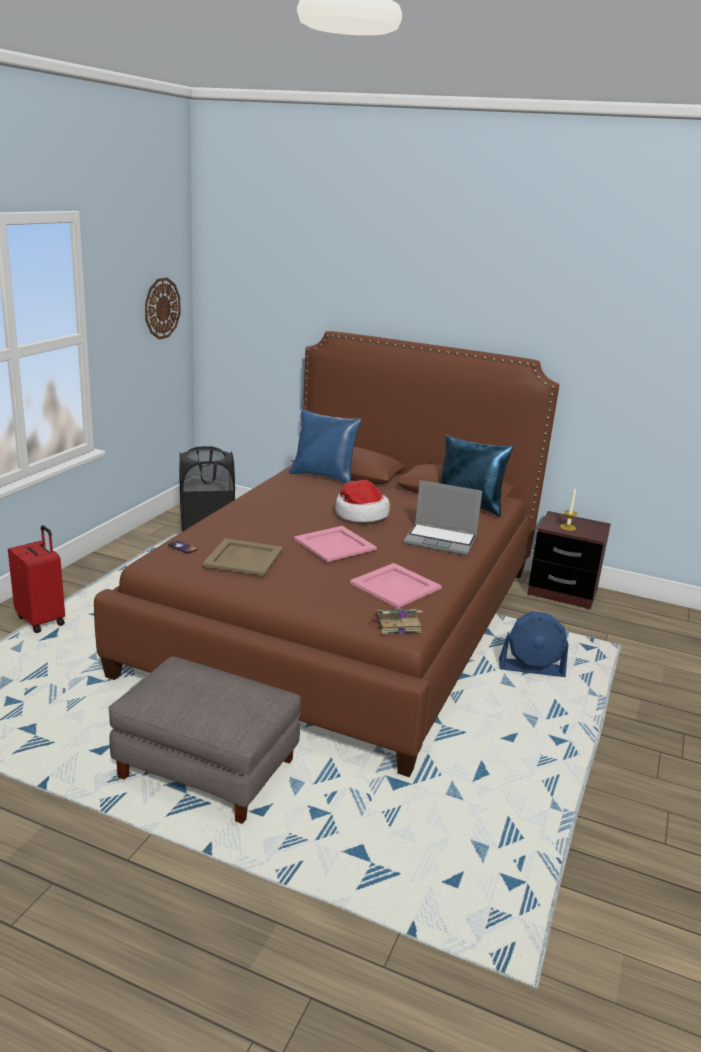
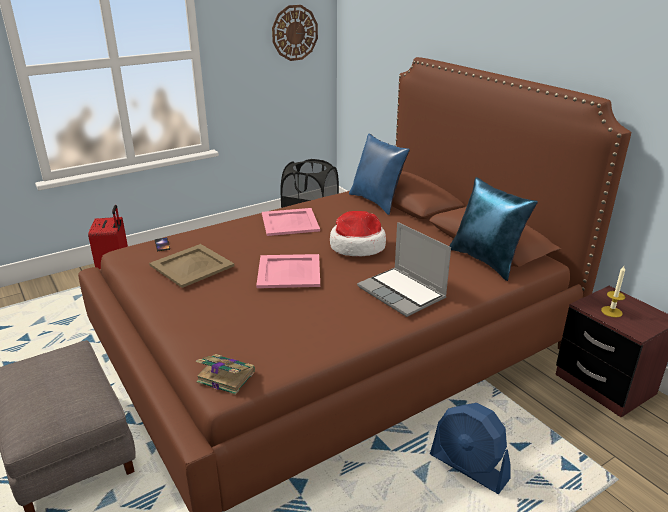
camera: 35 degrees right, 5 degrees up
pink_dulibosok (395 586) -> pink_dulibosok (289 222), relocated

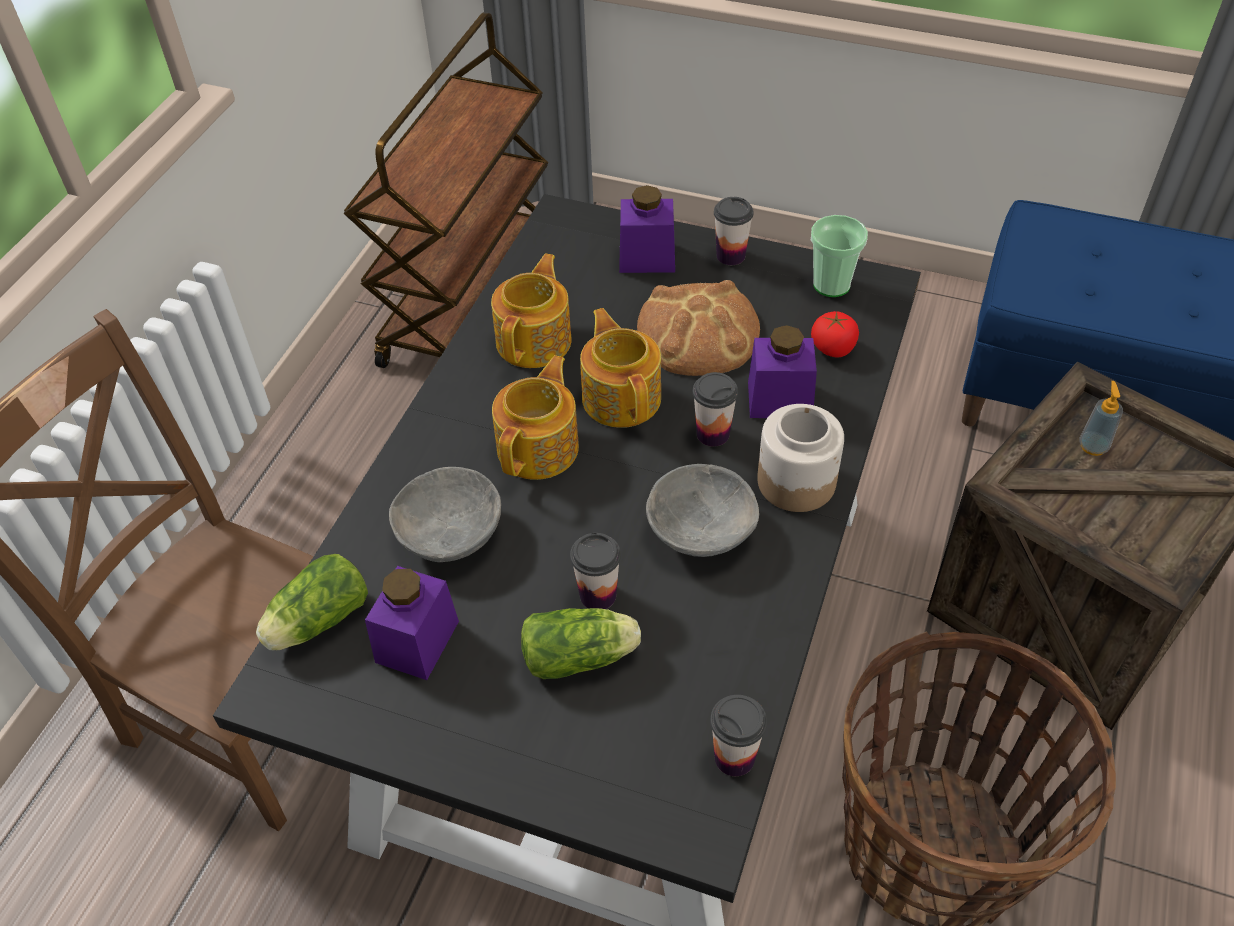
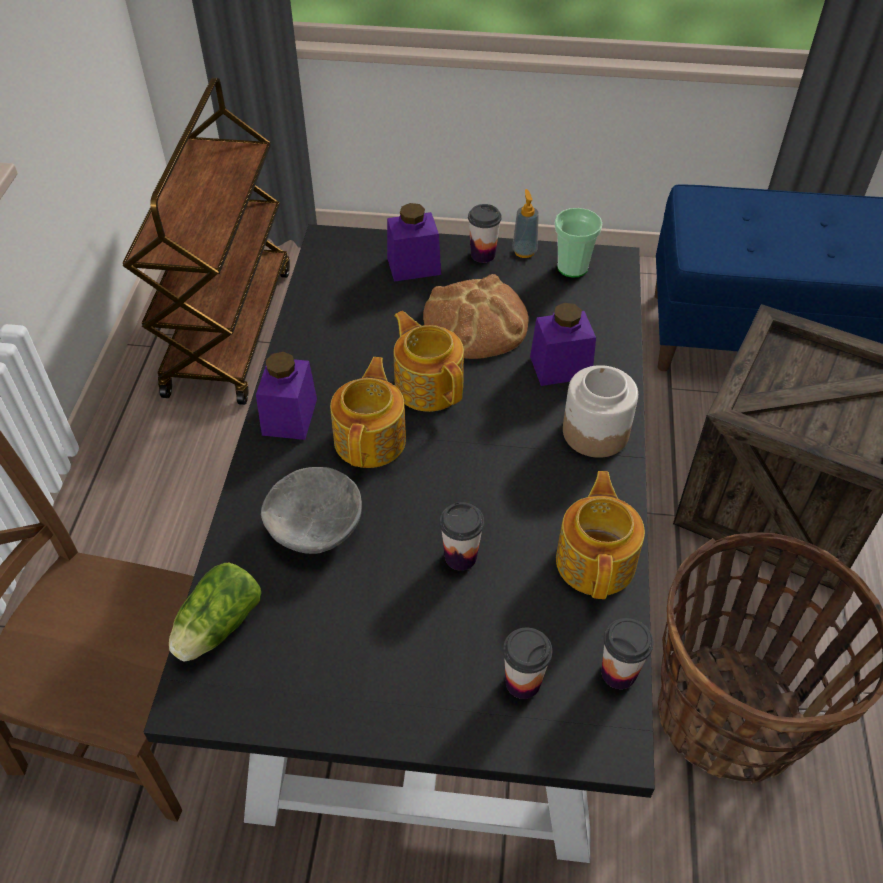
camera: 15 degrees left, 0 degrees up
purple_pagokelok (417 642) -> purple_pagokelok (289 417), relocated
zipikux (535 340) -> zipikux (596 560), relocated
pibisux (583 657) -> none
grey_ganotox (699 532) -> none
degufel (713 434) -> degufel (523 682), relocated
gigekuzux (833 348) -> none
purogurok (1093 446) -> purogurok (524 251), relocated

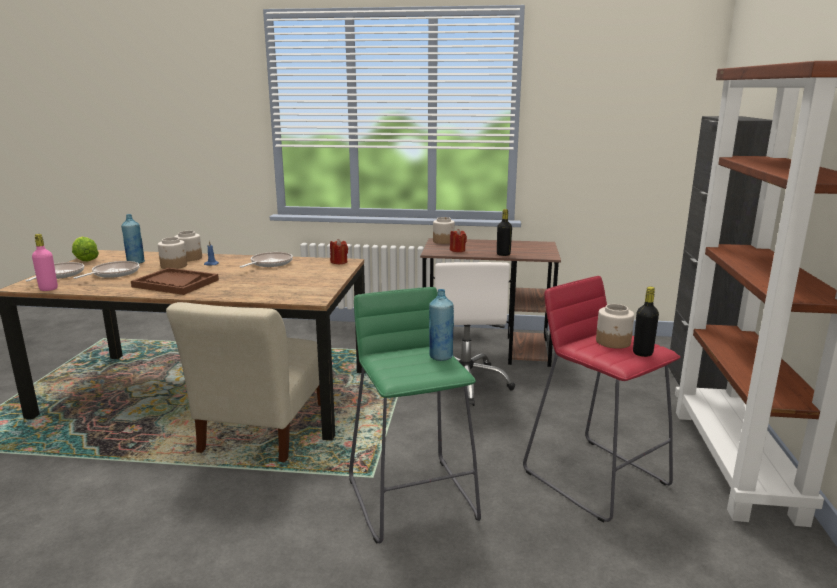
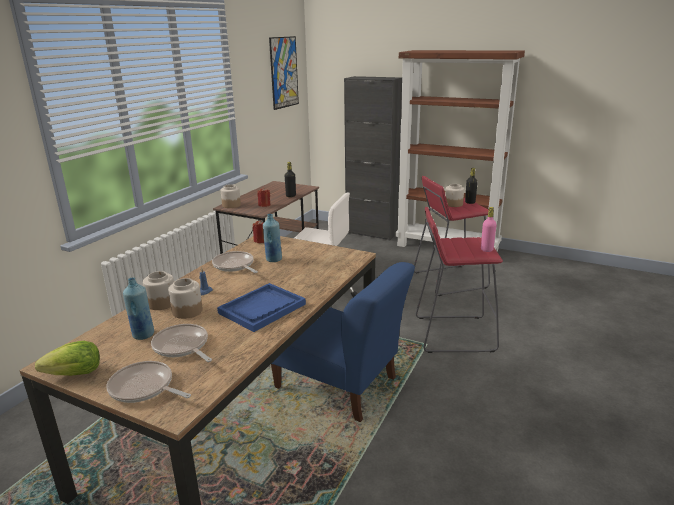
camera: 70 degrees left, 5 degrees up
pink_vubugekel (48 289) -> pink_vubugekel (487 249), relocated
brown_dulibosok (175 283) -> blue_dulibosok (262 309)
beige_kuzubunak (262 430) -> blue_kuzubunak (340 385)
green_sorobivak (413 497) -> red_sorobivak (453 333)
blue_vubugekel (441 356) -> blue_vubugekel (273 259), relocated
none -> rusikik (284 72)

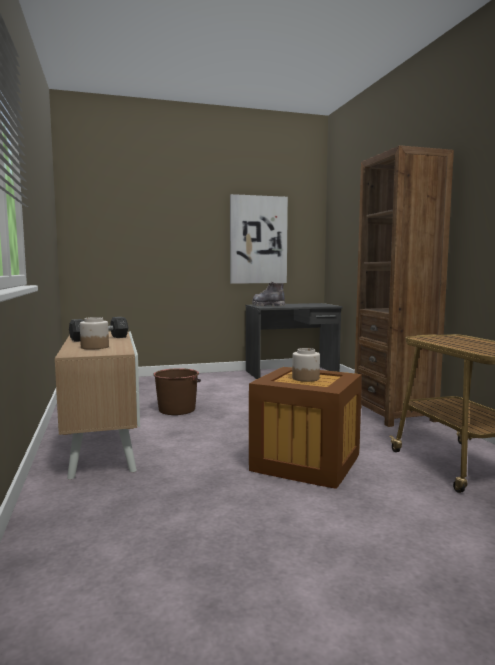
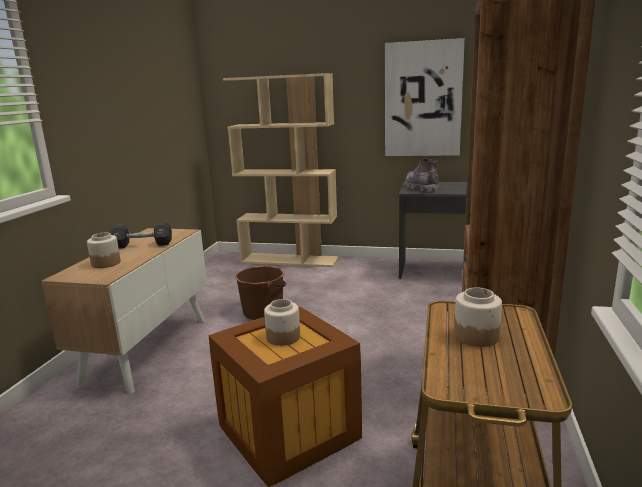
camera: 30 degrees right, 10 degrees up
none -> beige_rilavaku (290 260)
none -> pagokelok (476 336)

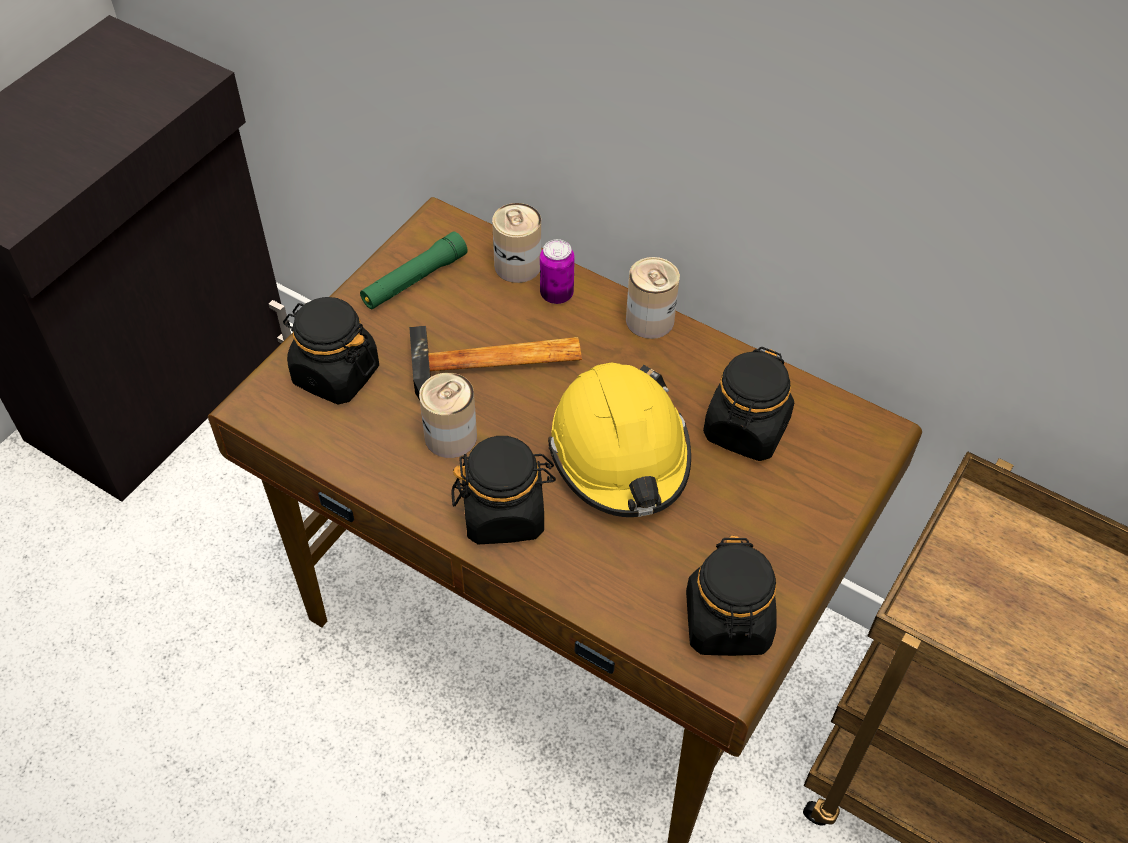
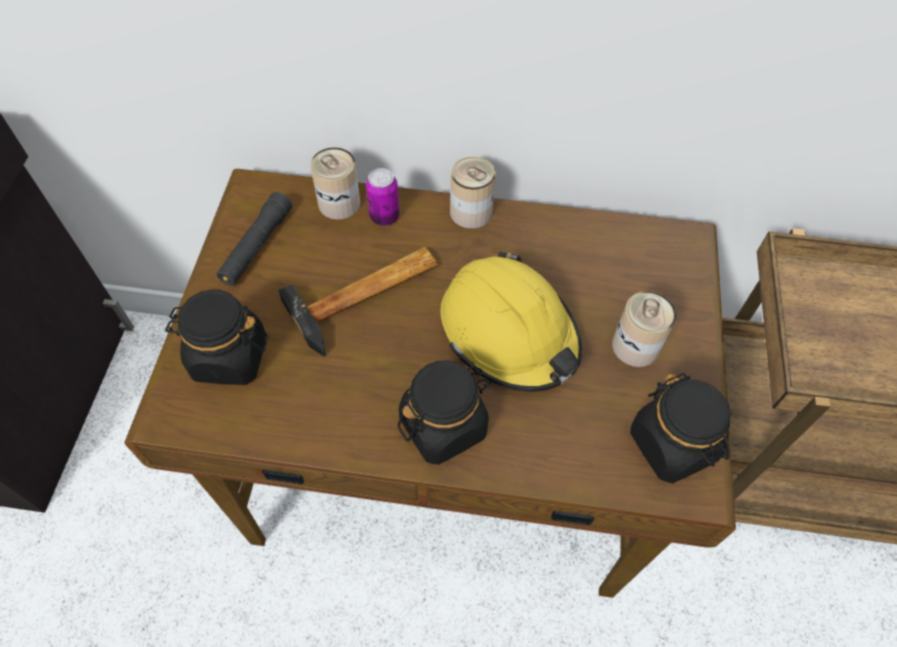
camera: 25 degrees left, 5 degrees up
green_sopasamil (414 280) -> black_sopasamil (256 246)
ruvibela (450 436) -> ruvibela (635 346), relocated
black_pagokelok (746 430) -> none

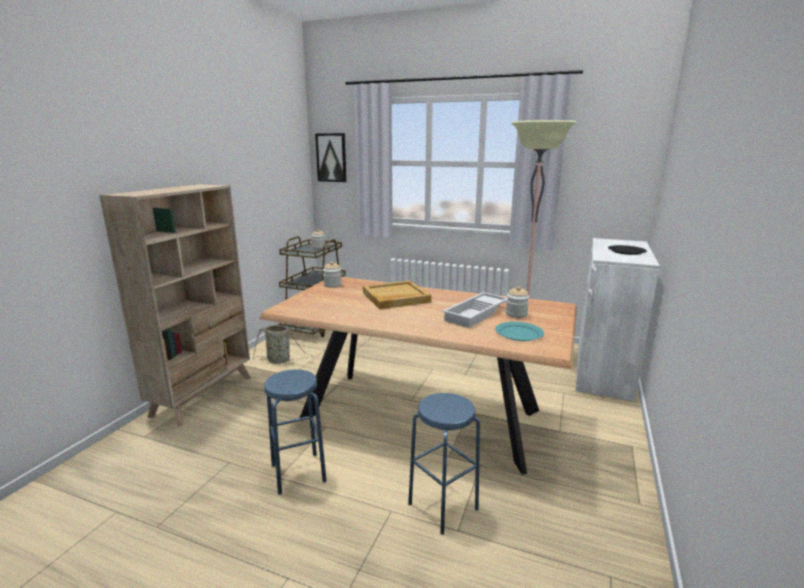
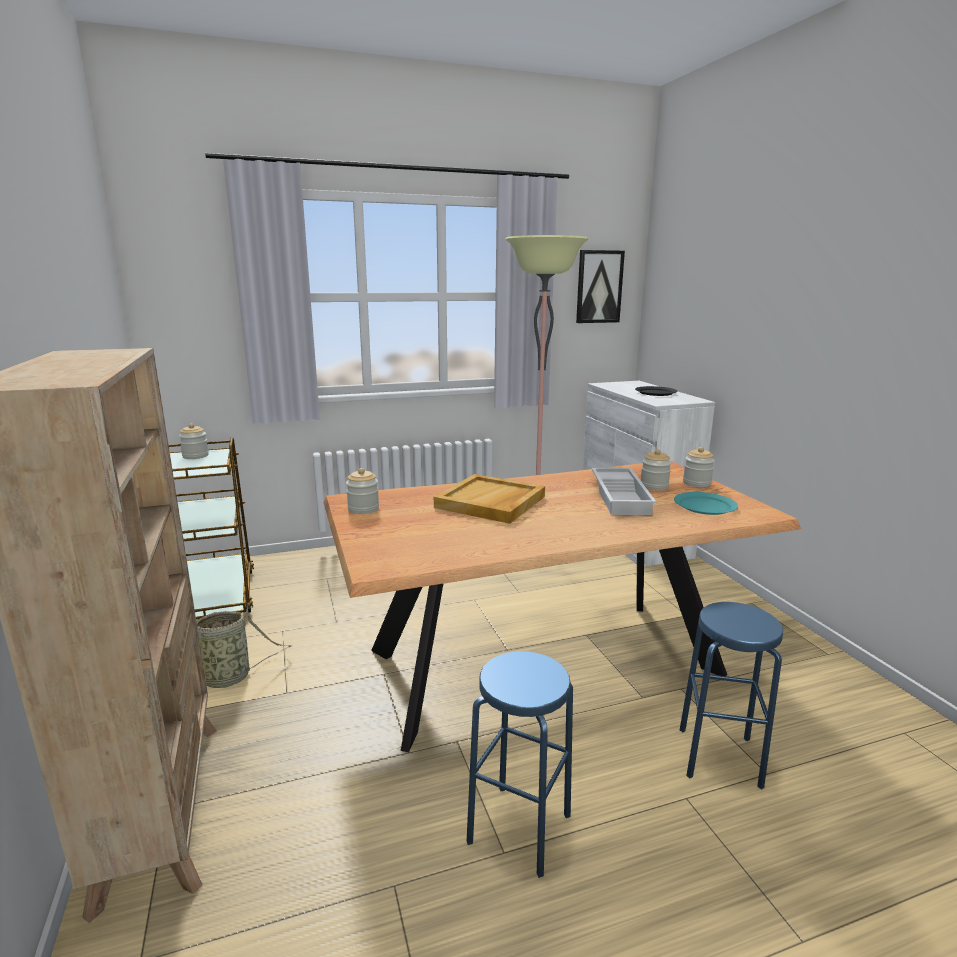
camera: 40 degrees left, 0 degrees up
rusikik (331 157) -> rusikik (599 287), relocated
none -> pagokelok (696 483)

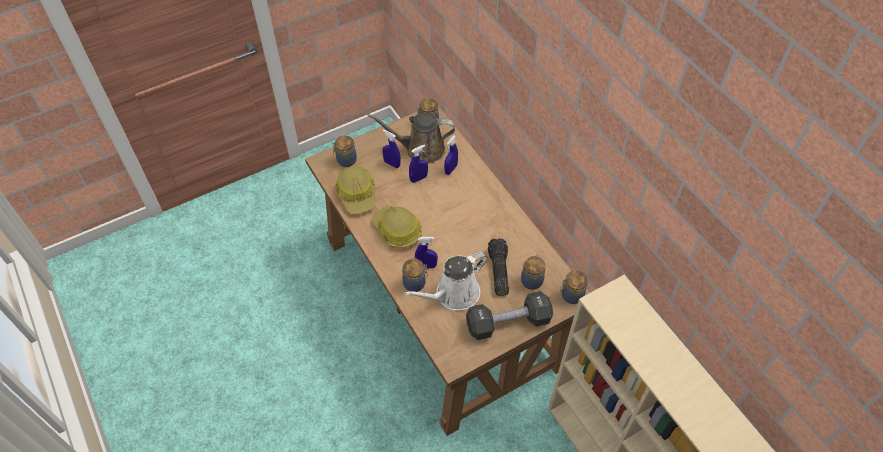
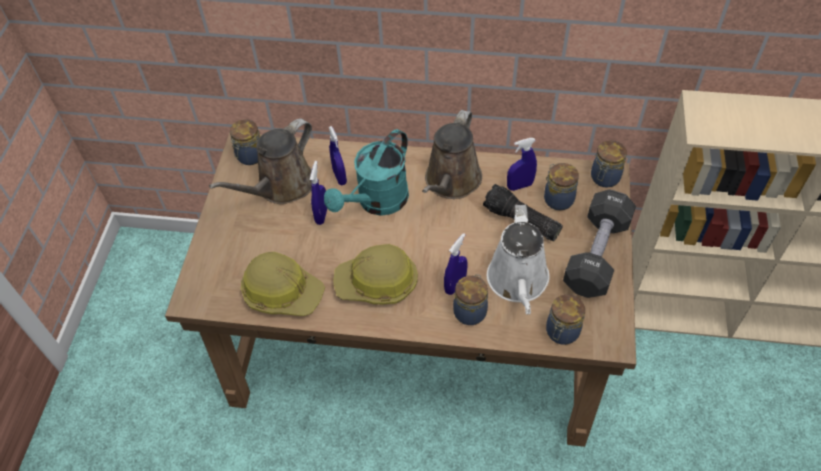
camera: 50 degrees left, 0 degrees up
pagokelok (345 160) -> pagokelok (561 332), relocated
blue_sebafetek (392 164) -> blue_sebafetek (520 186), relocated
none -> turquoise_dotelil (377 202)
none -> brown_dotelil (451 182)

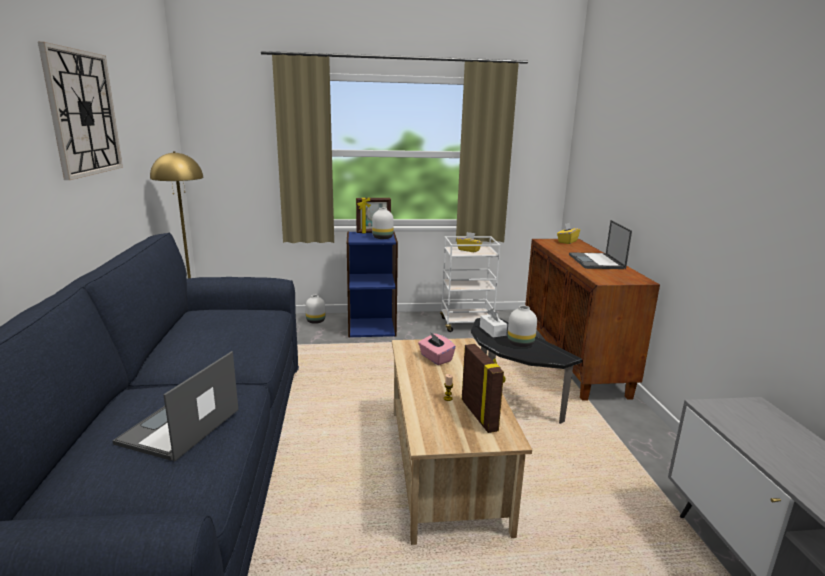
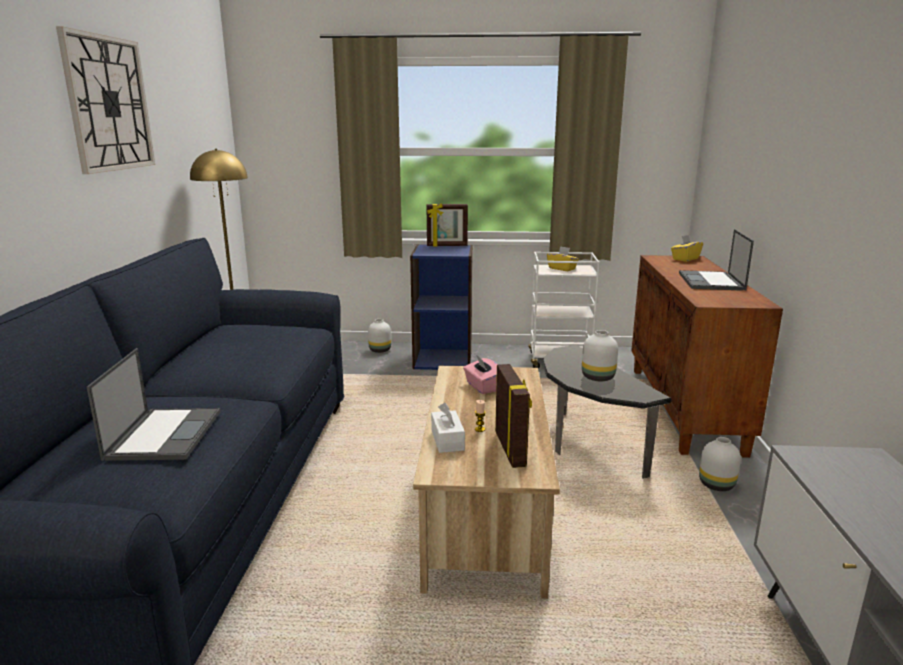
camera: 10 degrees right, 0 degrees up
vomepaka (179 427) -> vomepaka (164 434), 150 degrees clockwise
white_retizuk (382 238) -> white_retizuk (715 484), relocated
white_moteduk (492 331) -> white_moteduk (447 440), relocated

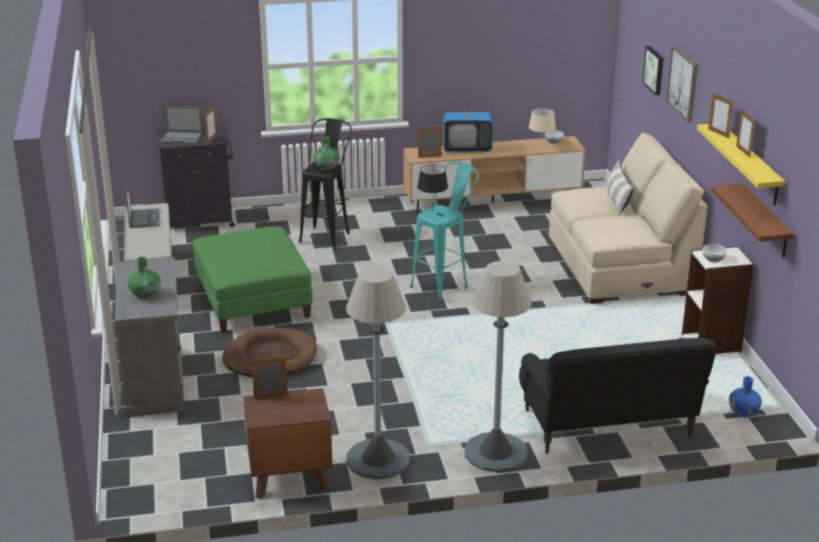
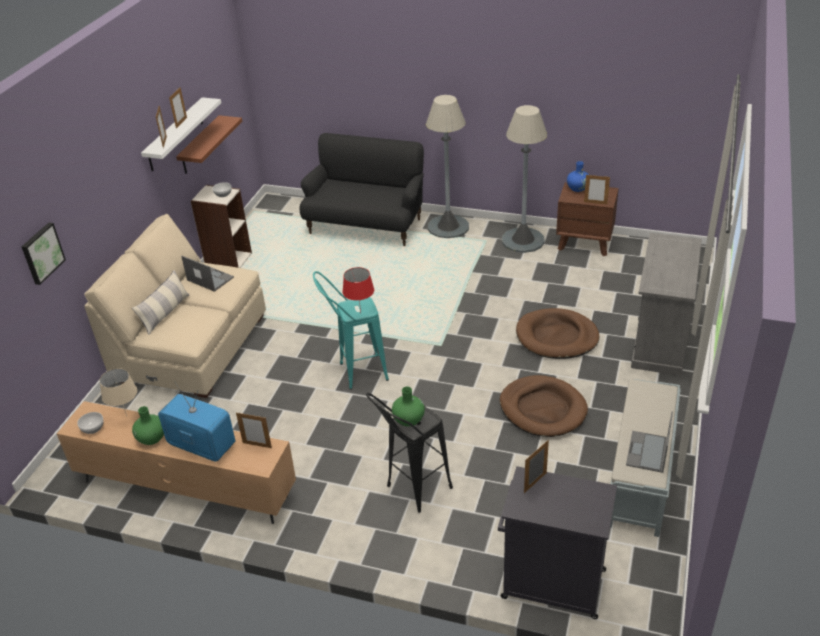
camera: 150 degrees left, 10 degrees up
green_retizuk (145 294) -> green_retizuk (152 438), relocated
vomepaka (182 138) -> vomepaka (209 278), relocated
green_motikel (253 300) -> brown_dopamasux (542 409)
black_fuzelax (432 211) -> red_fuzelax (360 313)
rusikik (683 83) -> none
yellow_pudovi (749 164) -> white_pudovi (175 135)
blue_retizuk (743 412) -> blue_retizuk (578 188), relocated

